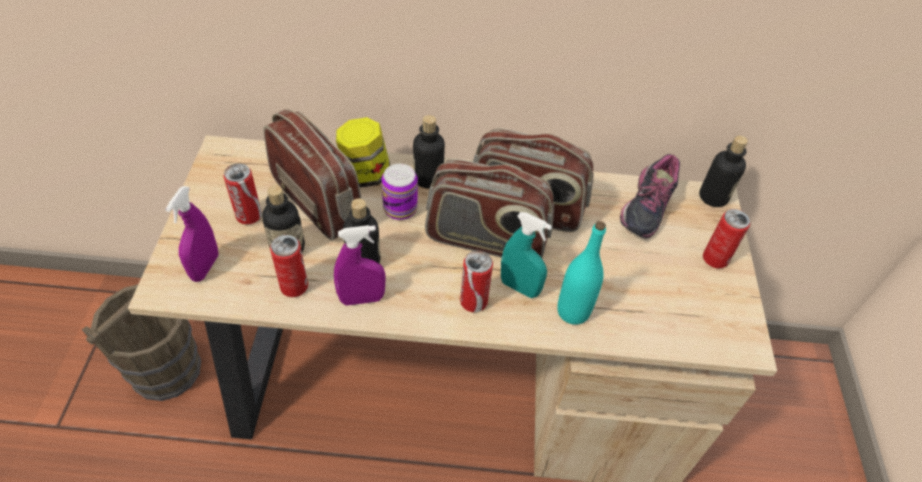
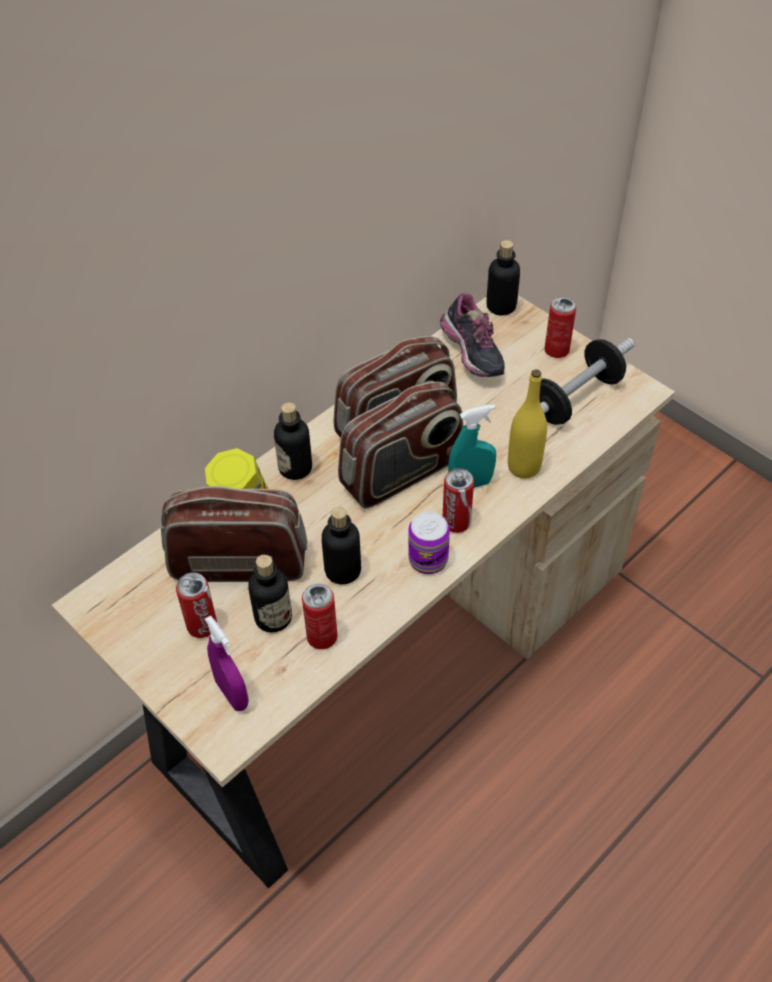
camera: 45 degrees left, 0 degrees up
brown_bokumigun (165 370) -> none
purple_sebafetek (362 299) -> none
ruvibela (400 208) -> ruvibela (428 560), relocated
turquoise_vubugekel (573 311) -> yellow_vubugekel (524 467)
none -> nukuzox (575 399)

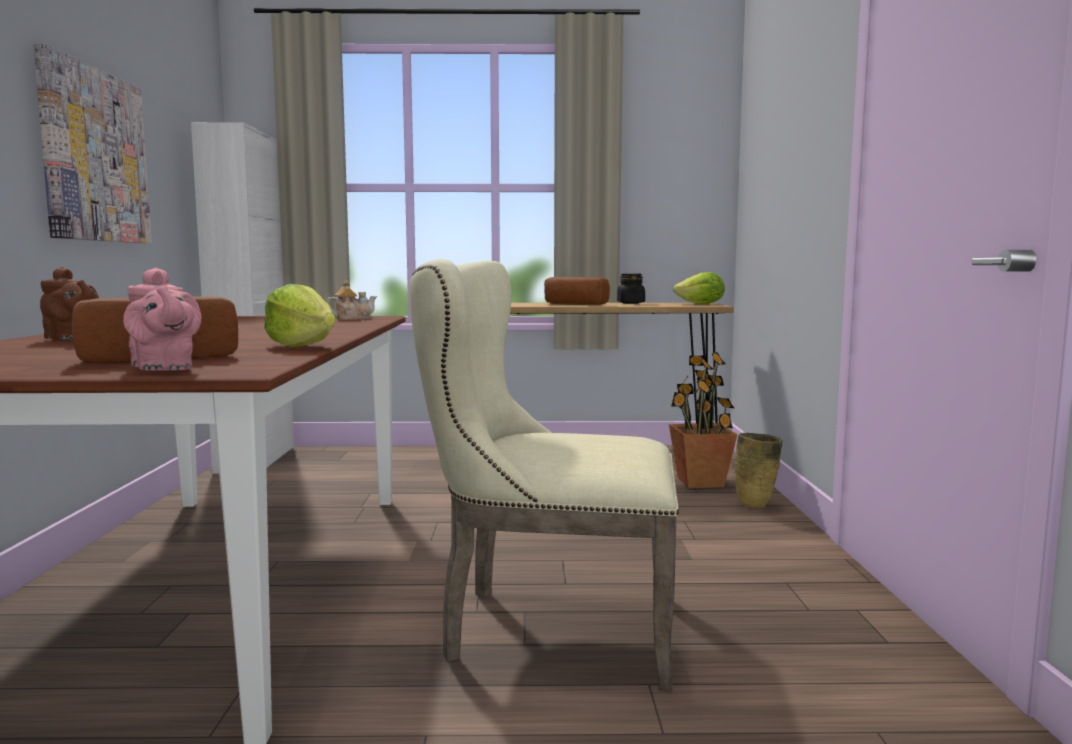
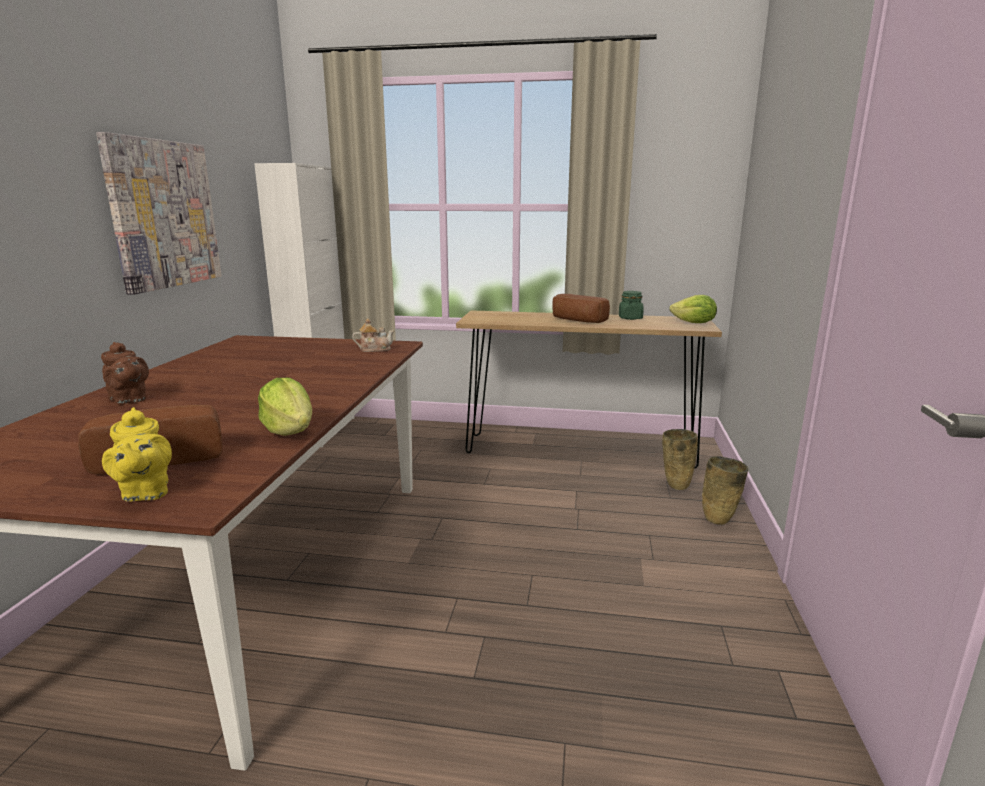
camera: 10 degrees right, 10 degrees up
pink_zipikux (163 368) -> yellow_zipikux (145 493)
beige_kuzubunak (546 628) -> none
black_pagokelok (630 303) -> green_pagokelok (630 318)
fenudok (699 482) -> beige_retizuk (675 485)

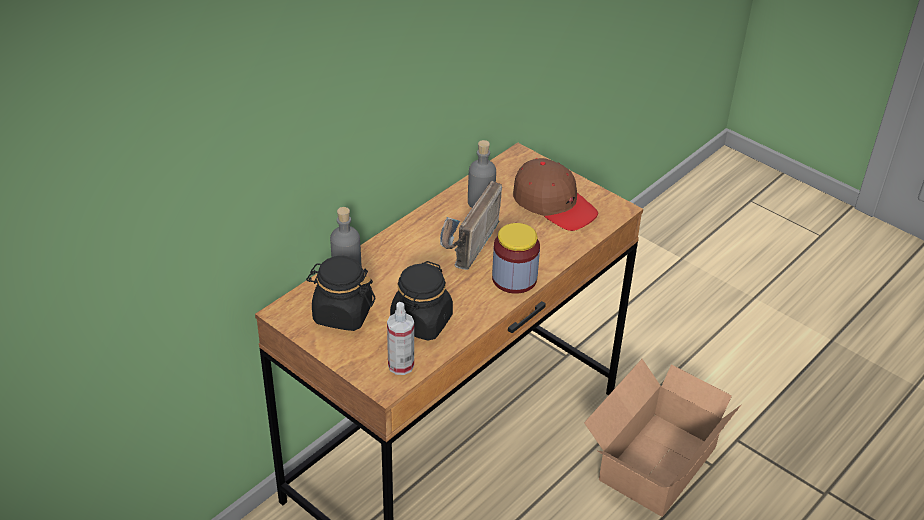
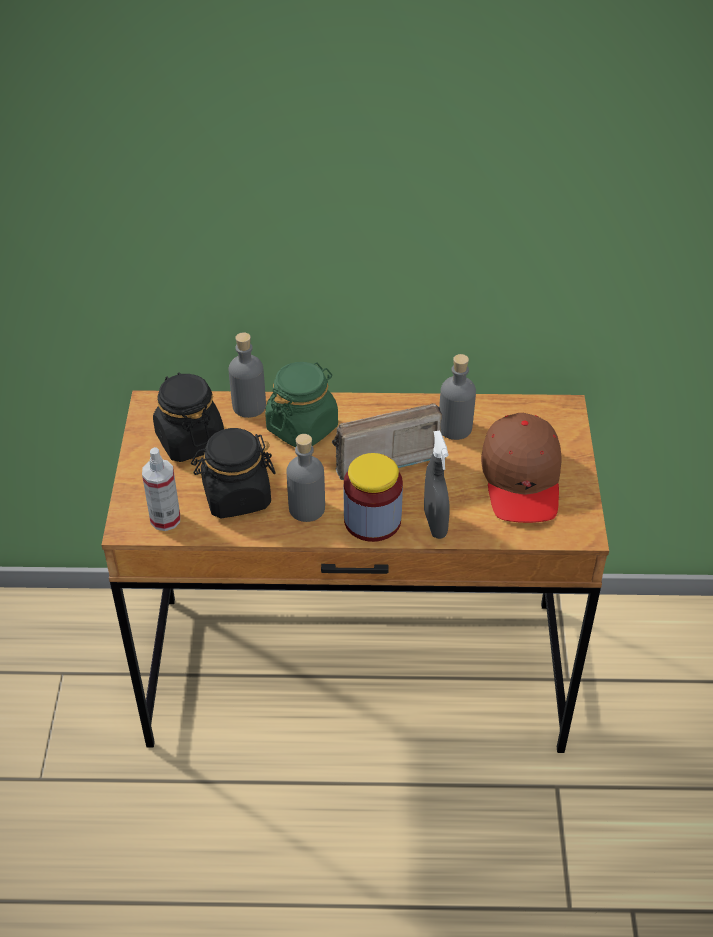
camera: 50 degrees right, 5 degrees up
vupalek (652 463) -> none
none -> green_pagokelok (302 428)
none -> grey_vubugekel (306 508)
none -> grey_sebafetek (435 524)

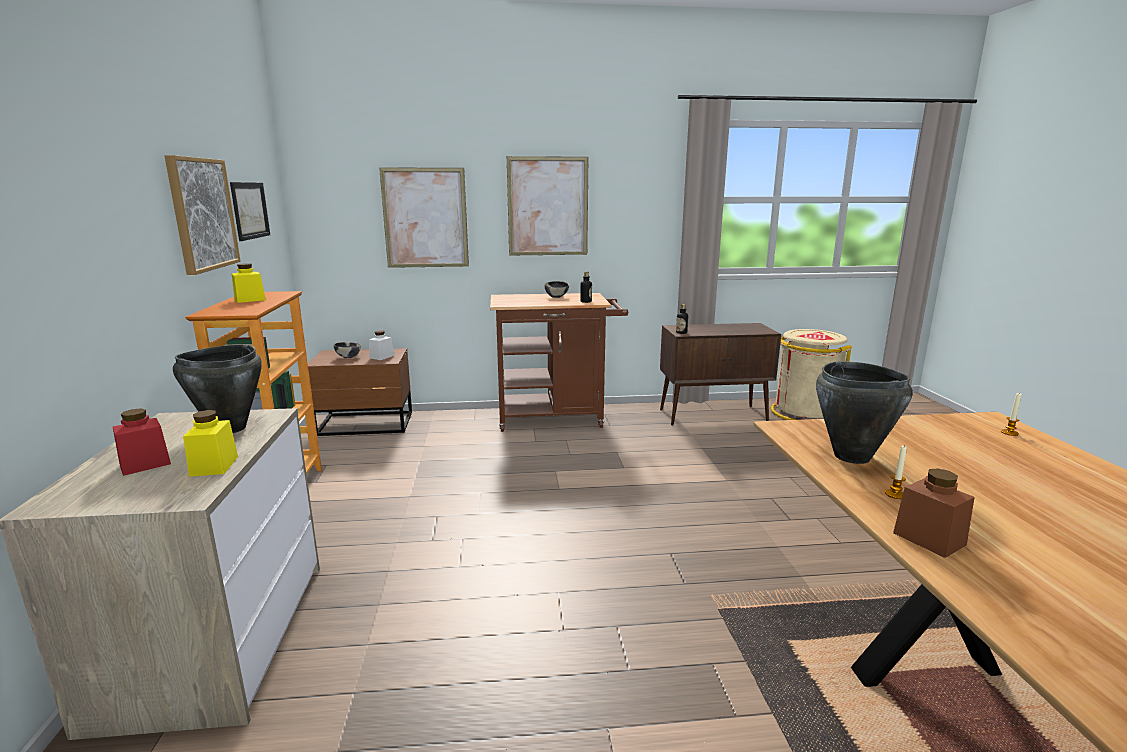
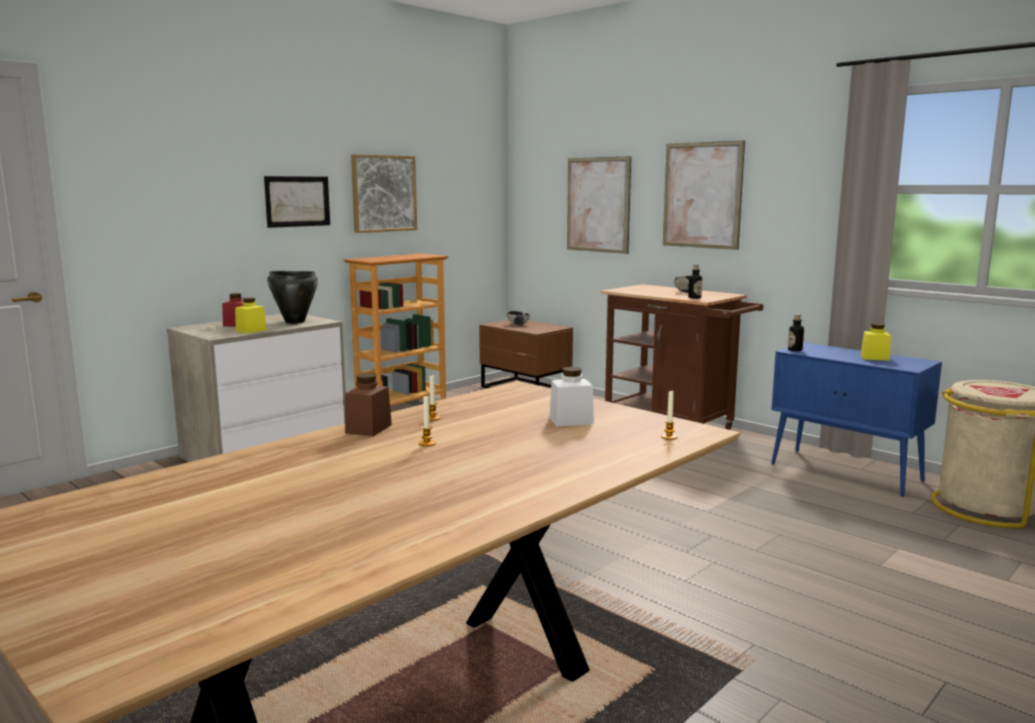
camera: 50 degrees right, 5 degrees down
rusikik (250 210) -> rusikik (297 201), relocated
yellow_pagokelok (250 300) -> yellow_pagokelok (874 358), relocated
white_pagokelok (381 357) -> white_pagokelok (571 421), relocated
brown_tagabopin (714 415) -> blue_tagabopin (847 472)
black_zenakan (851 457) -> none
none -> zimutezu (427 444)

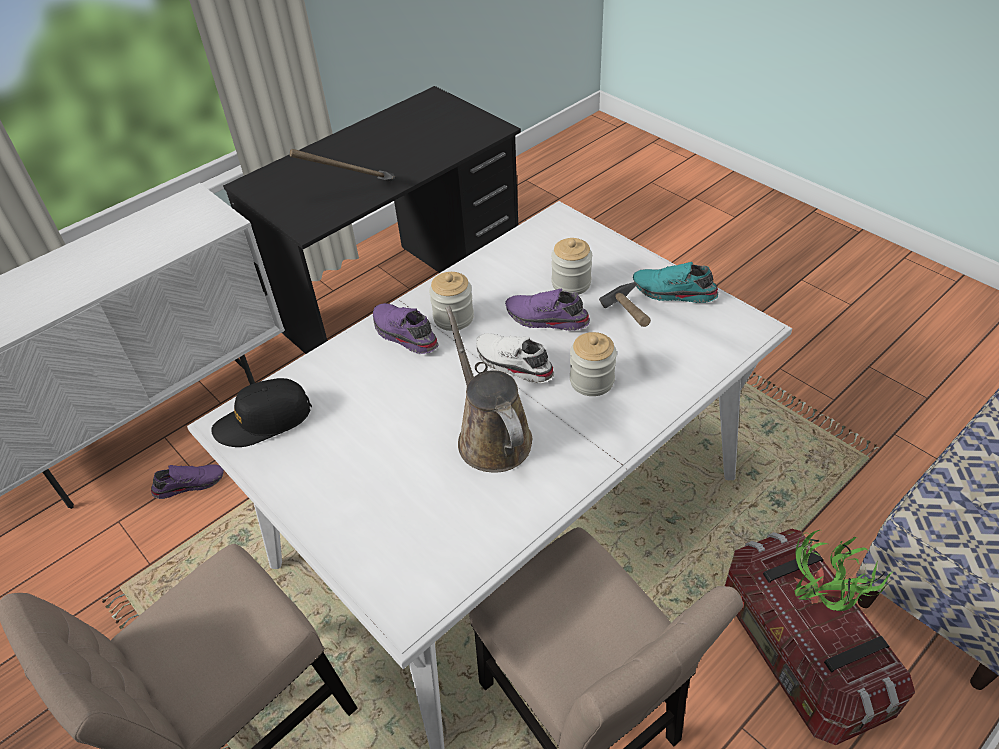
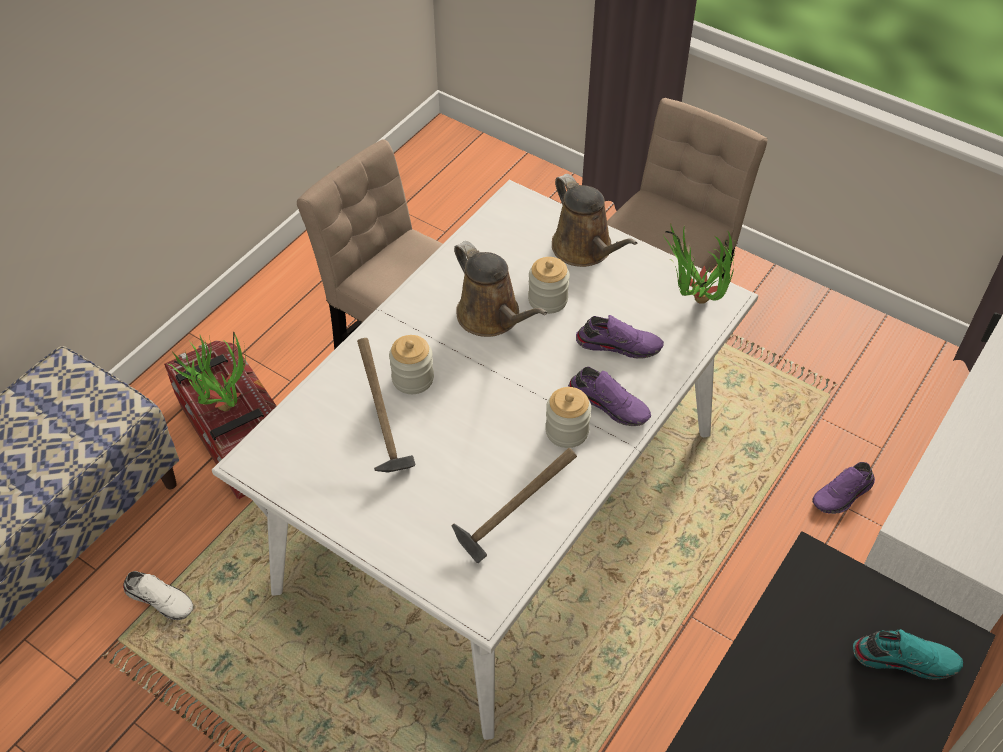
camera: 165 degrees right, 5 degrees up
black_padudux (264 420) -> fenudok (693 304)
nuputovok (353 193) -> nuputovok (511 527), relocated
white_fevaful (512 365) -> white_fevaful (161 599), relocated
purple_fevaful (546 320) -> purple_fevaful (619 344), relocated
pagokelok (571 283) -> pagokelok (548 299), relocated
turquoise_fevaful (673 293) -> turquoise_fevaful (904 658), relocated
none -> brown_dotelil (585 249)

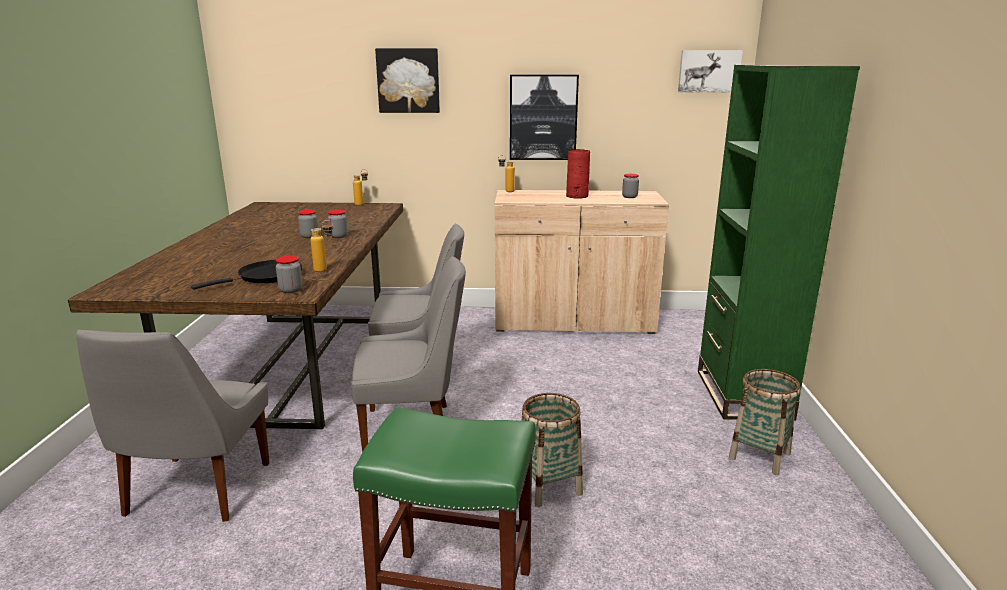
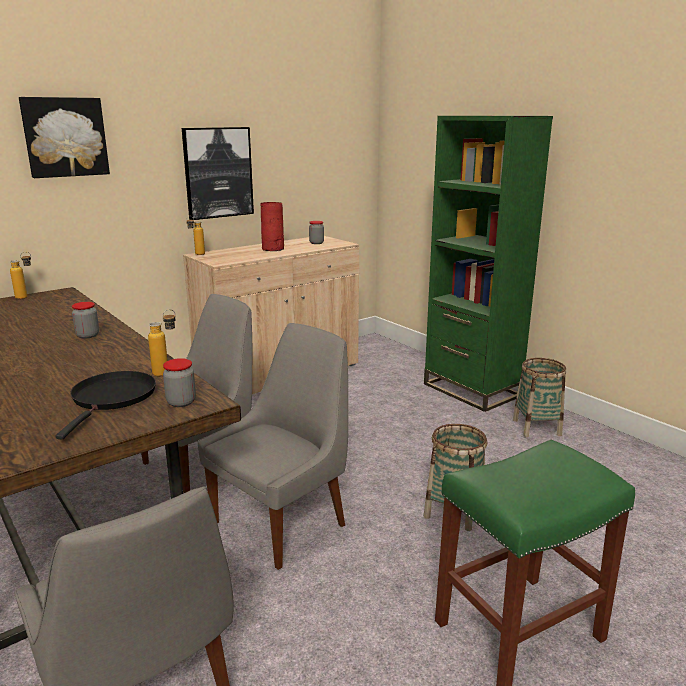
camera: 40 degrees left, 0 degrees up
pagokelok (309 236) -> none
rusikik (709 71) -> none

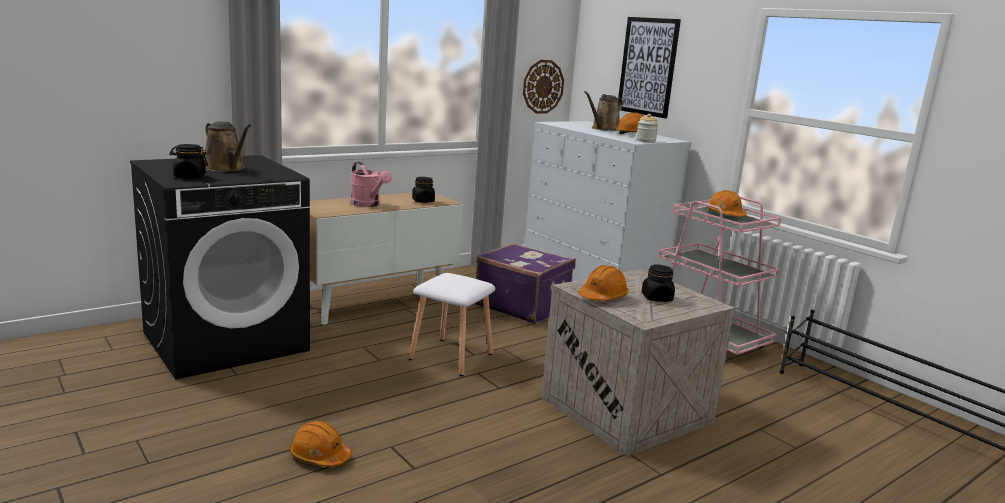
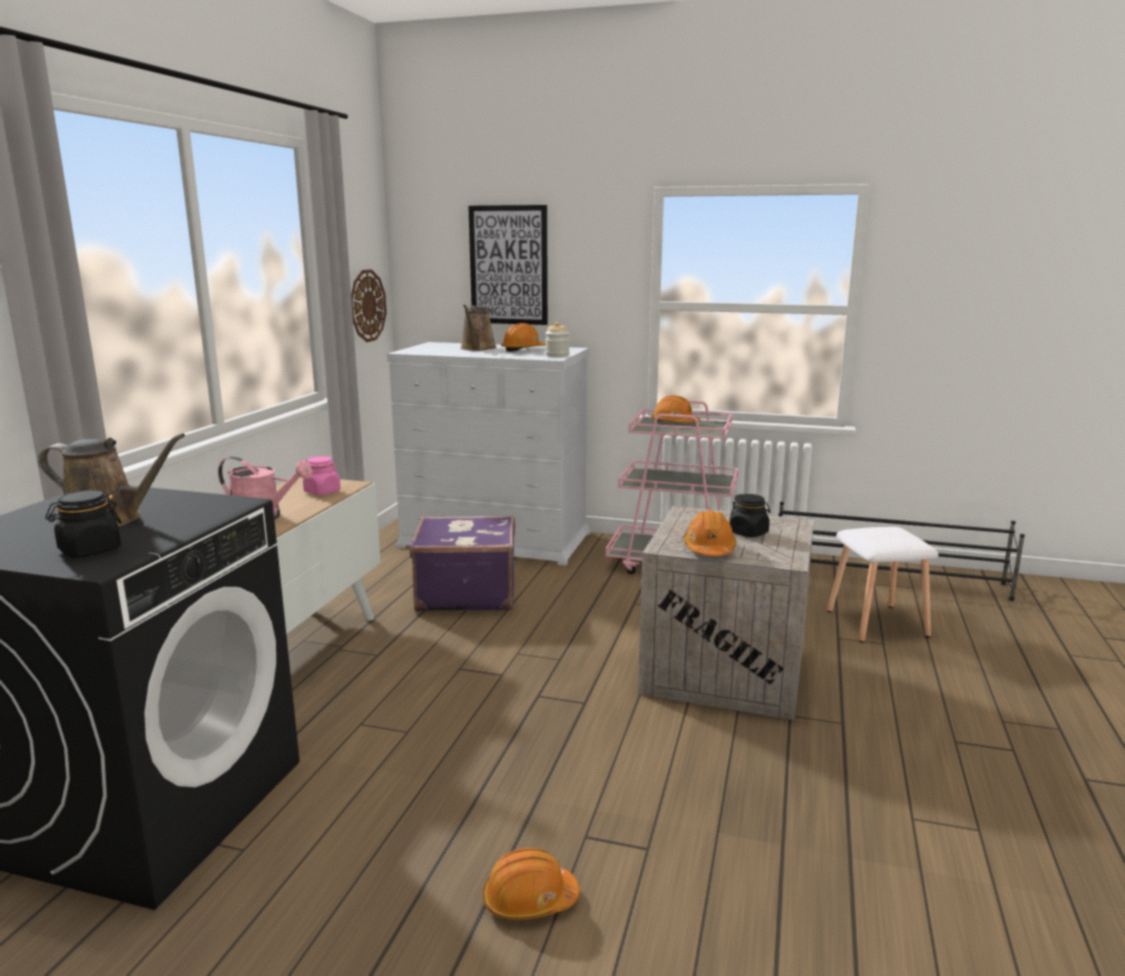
camera: 35 degrees left, 0 degrees up
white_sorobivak (449 356) -> white_sorobivak (875 623), relocated
black_pagokelok (423 201) -> pink_pagokelok (322 492)

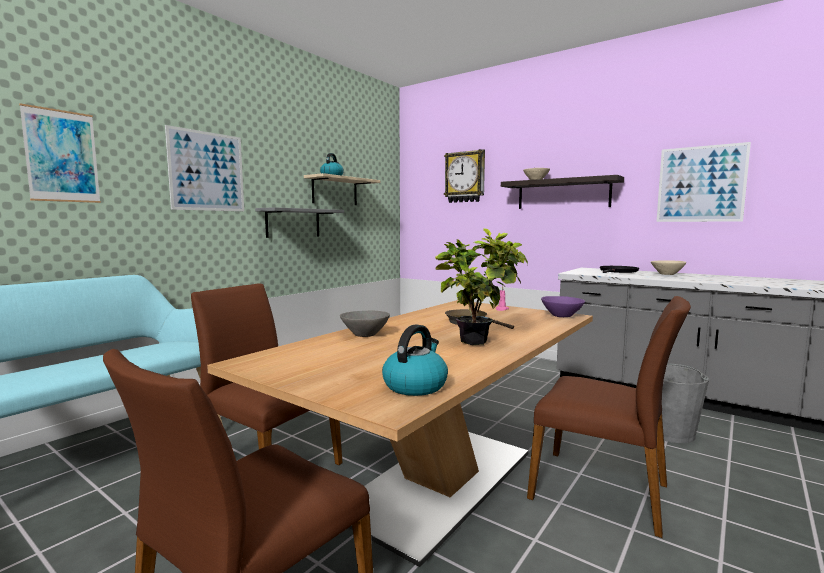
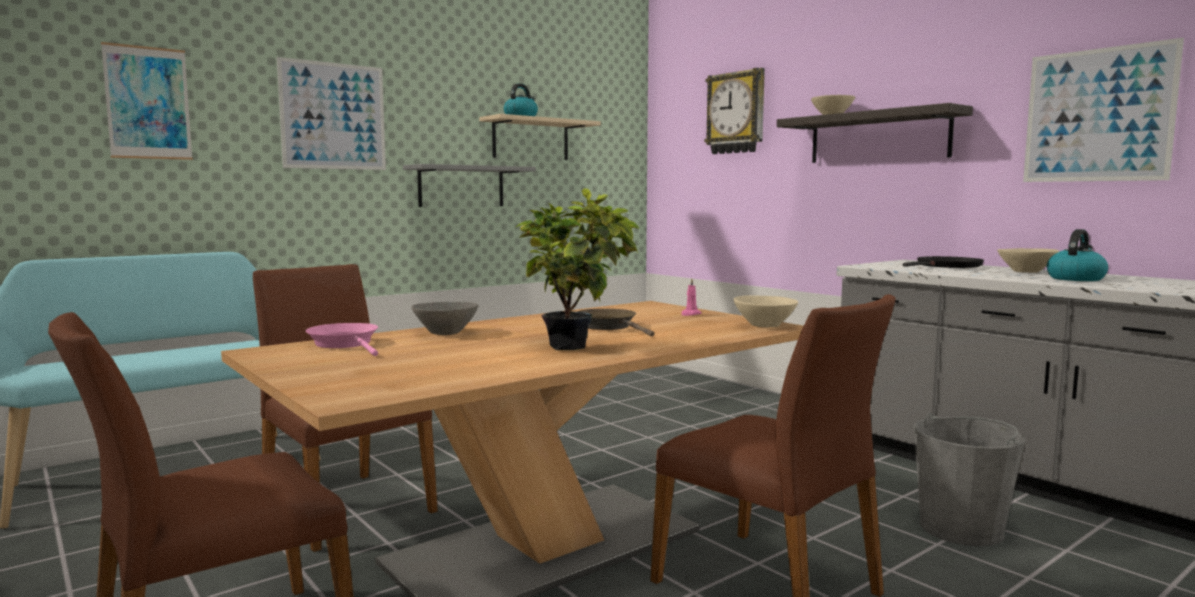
camera: 15 degrees right, 0 degrees up
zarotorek (415 385) -> zarotorek (1075 278), relocated
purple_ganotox (562 316) -> beige_ganotox (765 326)
none -> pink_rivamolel (346 344)

